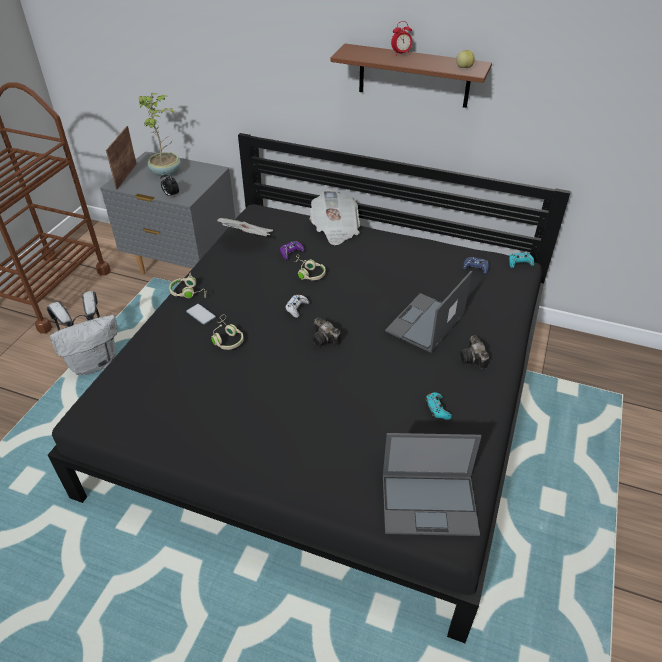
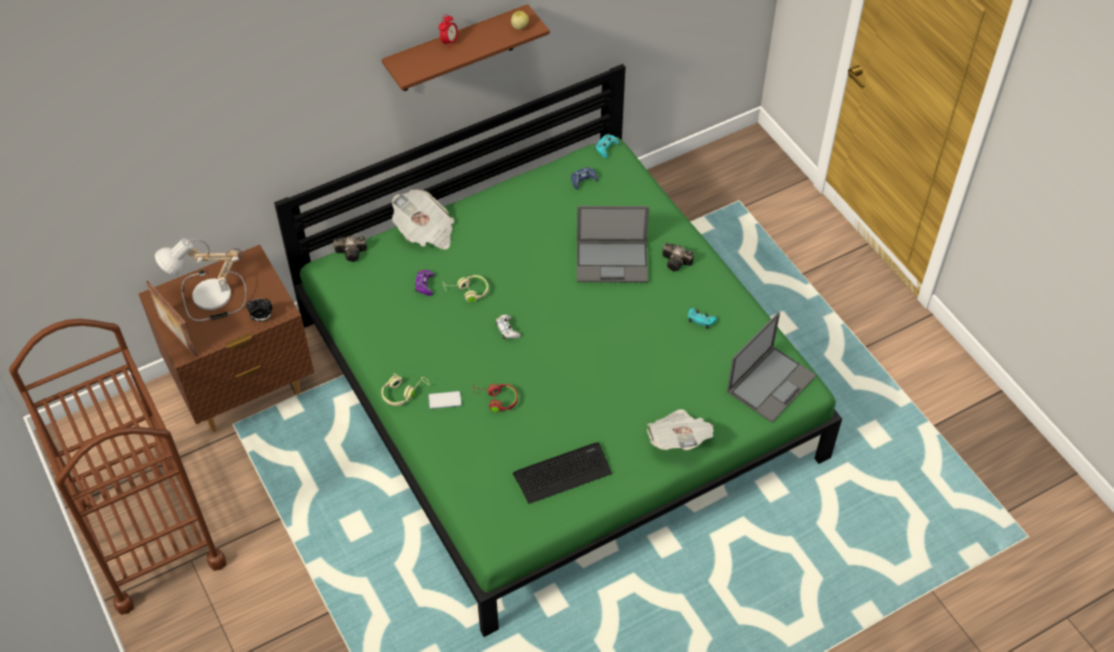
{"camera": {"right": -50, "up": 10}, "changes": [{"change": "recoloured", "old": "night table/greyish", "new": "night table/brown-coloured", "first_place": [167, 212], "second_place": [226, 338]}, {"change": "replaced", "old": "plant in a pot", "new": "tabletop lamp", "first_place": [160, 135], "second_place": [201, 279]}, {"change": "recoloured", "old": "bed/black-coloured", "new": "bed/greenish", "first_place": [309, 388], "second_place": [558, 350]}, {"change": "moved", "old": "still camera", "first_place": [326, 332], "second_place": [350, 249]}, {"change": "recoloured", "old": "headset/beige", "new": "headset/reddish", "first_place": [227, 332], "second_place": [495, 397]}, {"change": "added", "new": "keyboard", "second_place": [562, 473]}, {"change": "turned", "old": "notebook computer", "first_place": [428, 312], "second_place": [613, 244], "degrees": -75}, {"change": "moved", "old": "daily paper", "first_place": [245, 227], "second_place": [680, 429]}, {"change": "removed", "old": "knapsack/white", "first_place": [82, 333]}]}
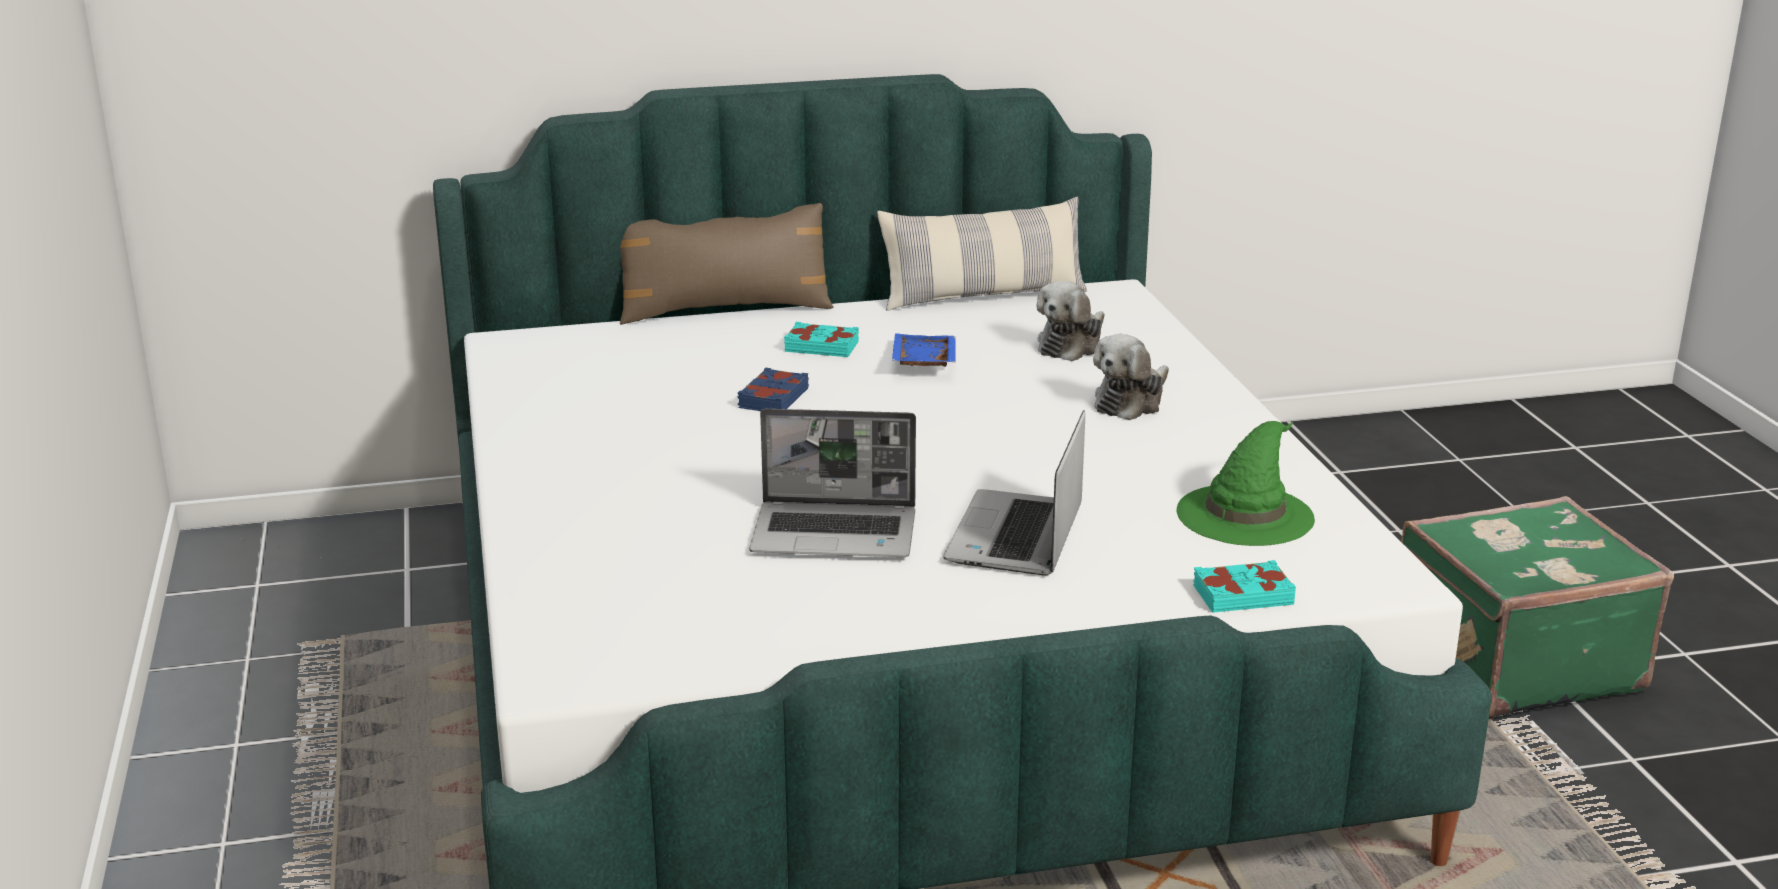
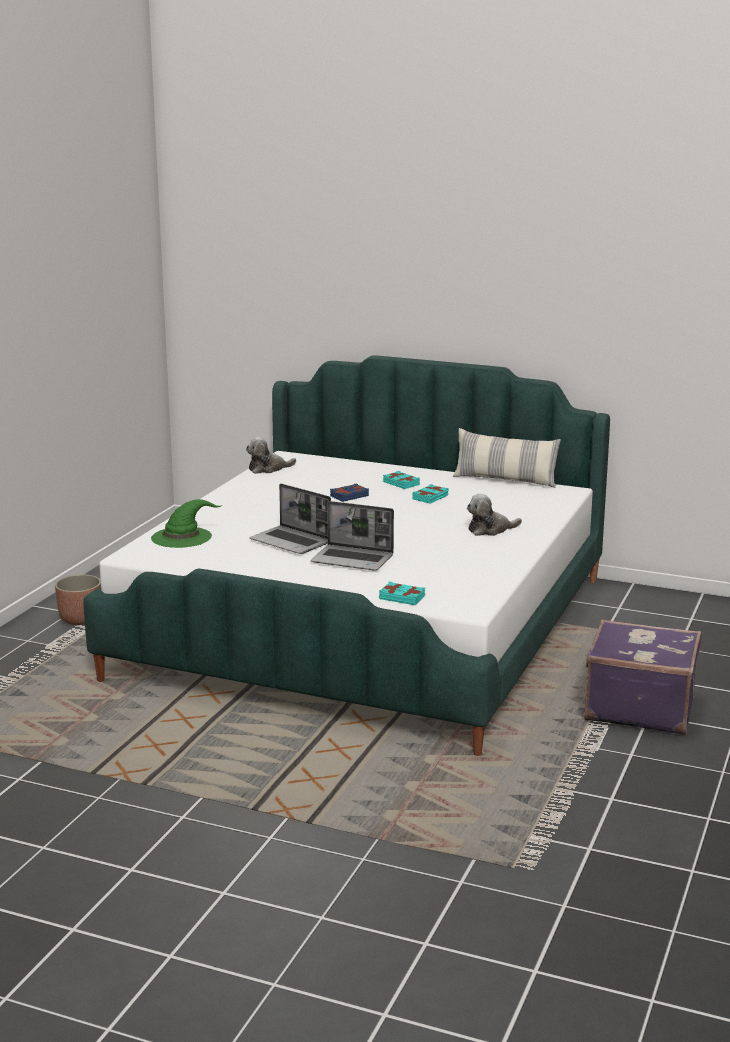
{"camera": {"right": 35, "up": -5}, "changes": [{"change": "added", "new": "flower pot", "second_place": [78, 599]}, {"change": "moved", "old": "hat/greenish", "first_place": [1246, 483], "second_place": [187, 523]}, {"change": "moved", "old": "cuddly toy", "first_place": [1071, 321], "second_place": [271, 455]}, {"change": "turned", "old": "notebook computer", "first_place": [1014, 493], "second_place": [352, 536], "degrees": -120}, {"change": "replaced", "old": "carrying tray/blue", "new": "book/turquoise-coloured", "first_place": [924, 350], "second_place": [430, 494]}, {"change": "recoloured", "old": "travel case/greenish", "new": "travel case/purplish", "first_place": [1537, 607], "second_place": [642, 676]}, {"change": "removed", "old": "throw pillow/brown-coloured", "first_place": [726, 264]}]}
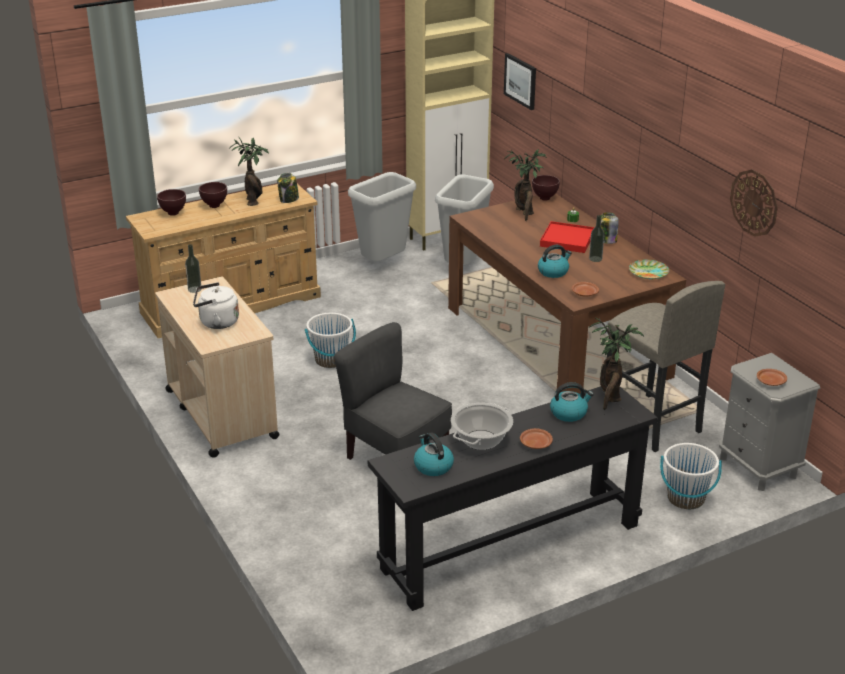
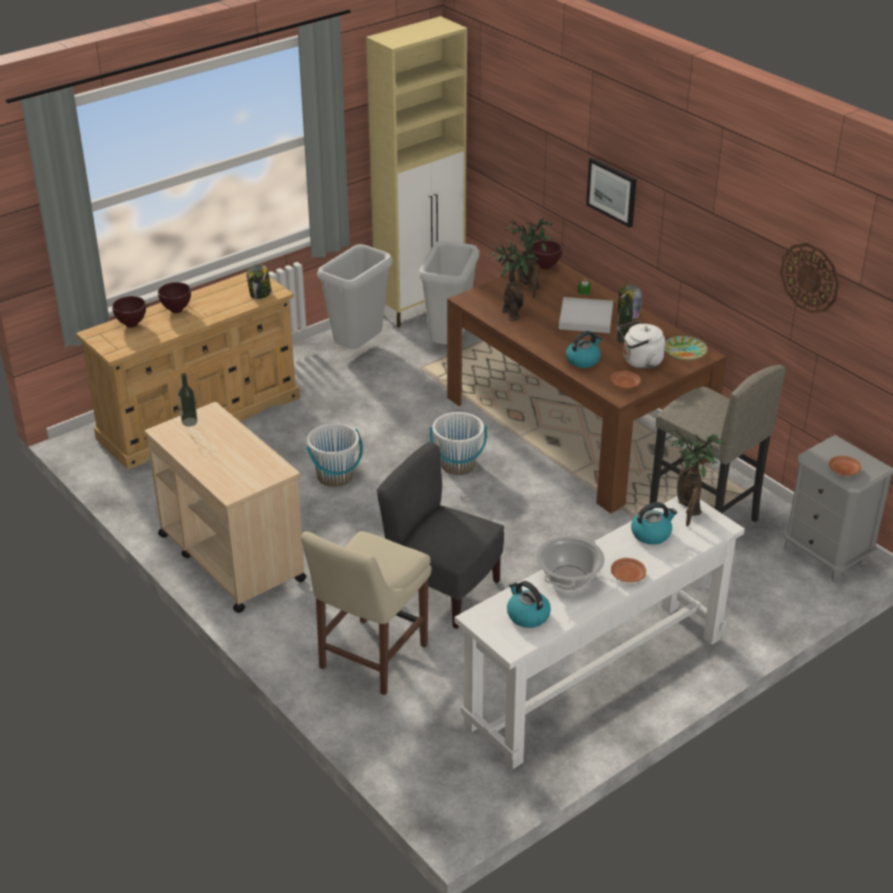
{"camera": {"right": -10, "up": 5}, "changes": [{"change": "added", "new": "upright chair/beige", "second_place": [366, 613]}, {"change": "moved", "old": "bucket/white", "first_place": [691, 476], "second_place": [458, 443]}, {"change": "recoloured", "old": "hall table/black-coloured", "new": "hall table/white", "first_place": [512, 498], "second_place": [600, 632]}, {"change": "moved", "old": "plant in a pot", "first_place": [249, 171], "second_place": [514, 281]}, {"change": "recoloured", "old": "carrying tray/reddish", "new": "carrying tray/white", "first_place": [567, 237], "second_place": [586, 315]}, {"change": "moved", "old": "wall picture", "first_place": [520, 81], "second_place": [611, 192]}, {"change": "moved", "old": "kettle/white", "first_place": [216, 305], "second_place": [641, 344]}]}
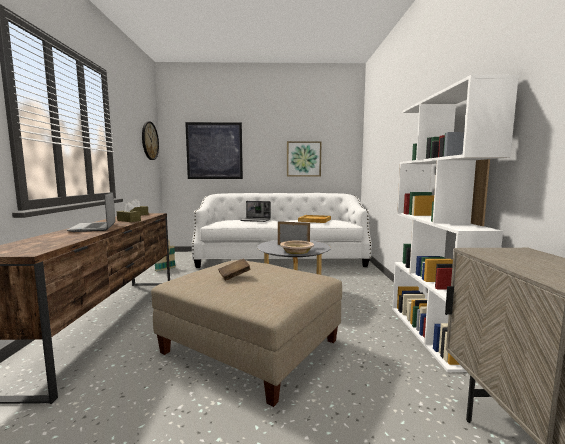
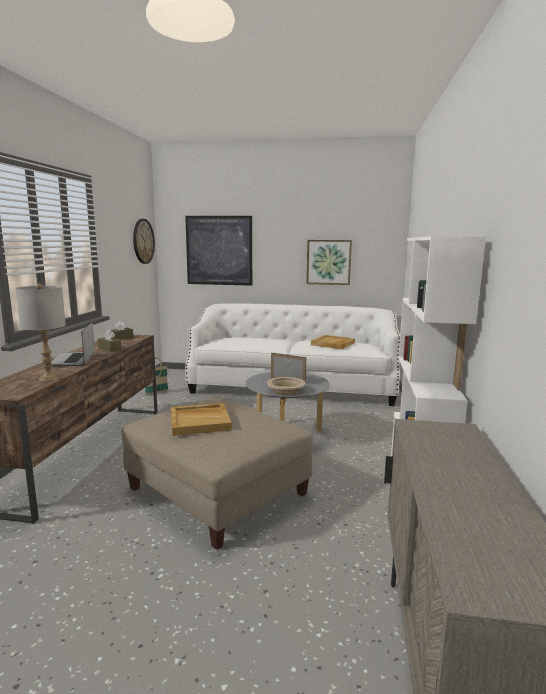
{"camera": {"right": 10, "up": 5}, "changes": [{"change": "added", "new": "tabletop lamp/greyish", "second_place": [40, 333]}, {"change": "replaced", "old": "book/brown-coloured", "new": "carrying tray/beige", "first_place": [234, 270], "second_place": [201, 419]}, {"change": "removed", "old": "notebook computer", "first_place": [255, 211]}]}
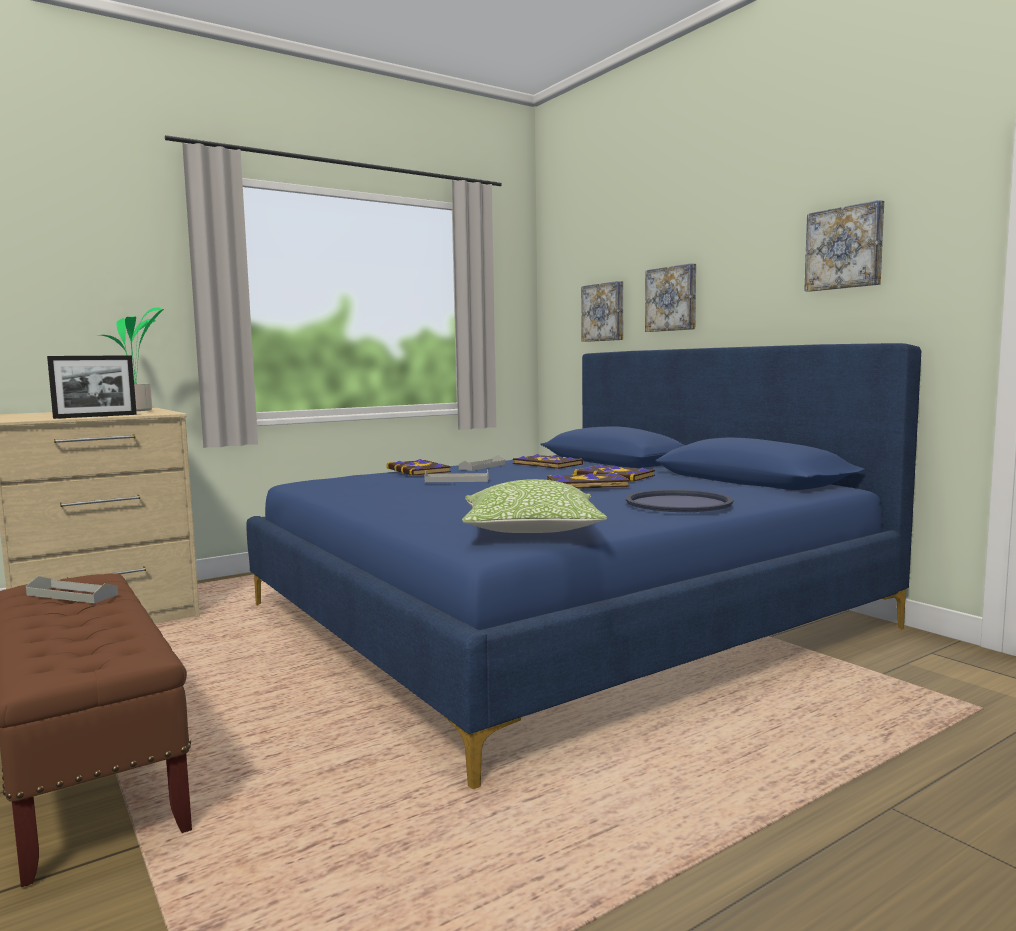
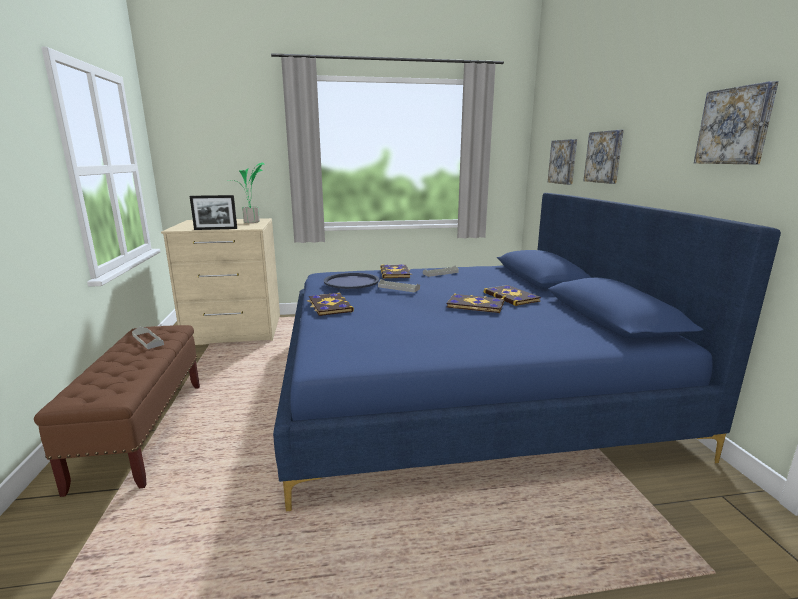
{"camera": {"right": 25, "up": 10}, "changes": [{"change": "moved", "old": "book", "first_place": [548, 461], "second_place": [330, 304]}, {"change": "moved", "old": "carrying tray/blue", "first_place": [680, 501], "second_place": [351, 281]}, {"change": "removed", "old": "throw pillow", "first_place": [534, 506]}]}
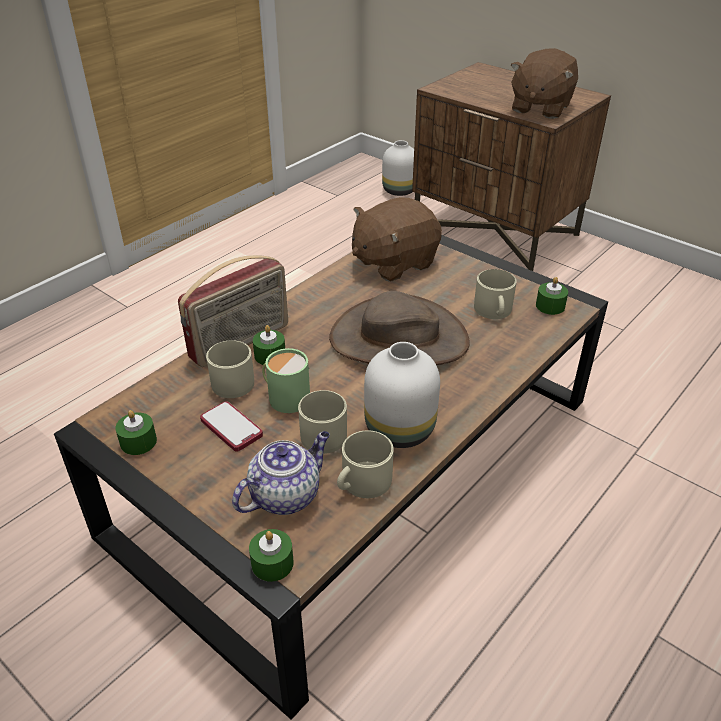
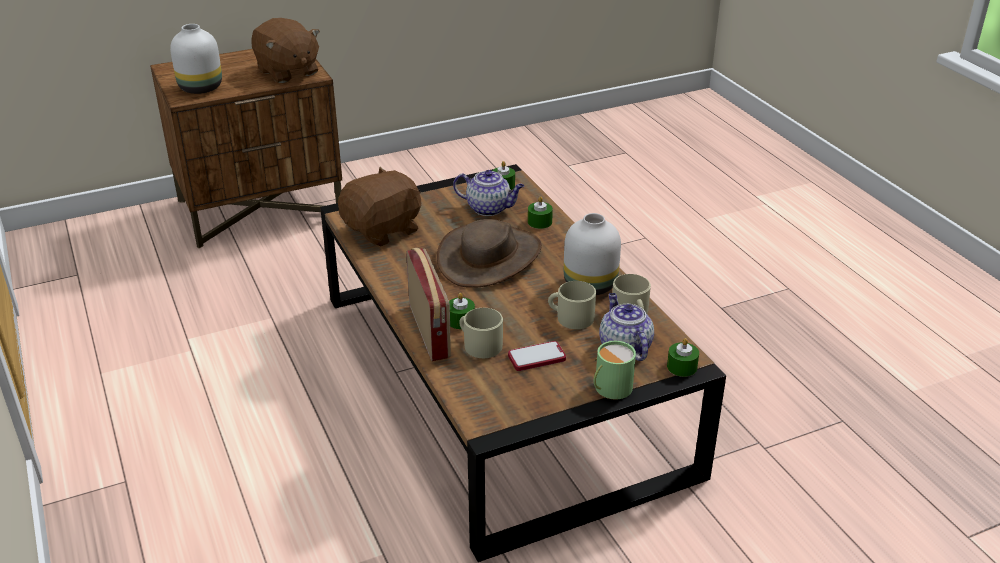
{"camera": {"right": -65, "up": -5}, "changes": [{"change": "moved", "old": "vase/white", "first_place": [398, 168], "second_place": [196, 59]}, {"change": "turned", "old": "cuddly toy/brown-coloured", "first_place": [397, 239], "second_place": [379, 206], "degrees": -120}, {"change": "replaced", "old": "tea mug/beige", "new": "tea pot", "first_place": [495, 294], "second_place": [488, 193]}, {"change": "moved", "old": "candle/greenish", "first_place": [136, 432], "second_place": [540, 212]}, {"change": "moved", "old": "tea mug/greenish", "first_place": [286, 380], "second_place": [615, 370]}]}
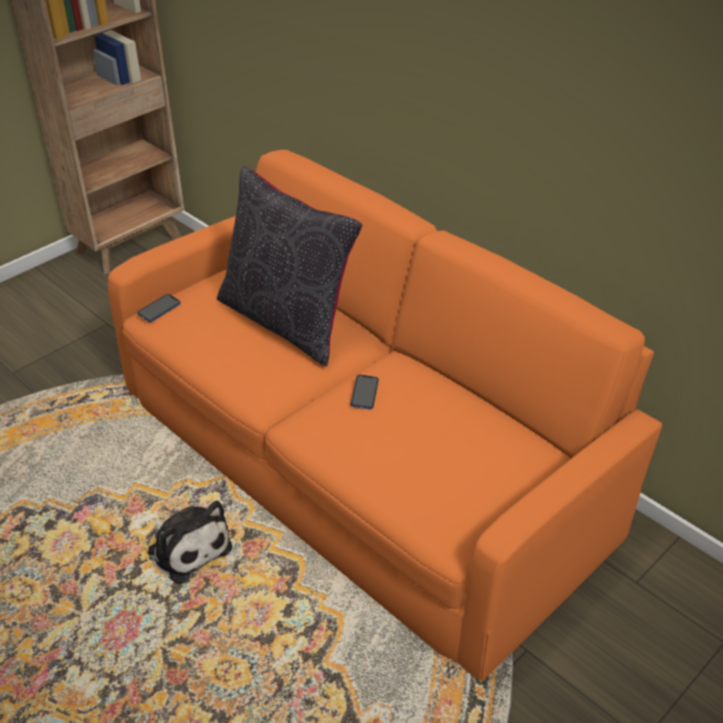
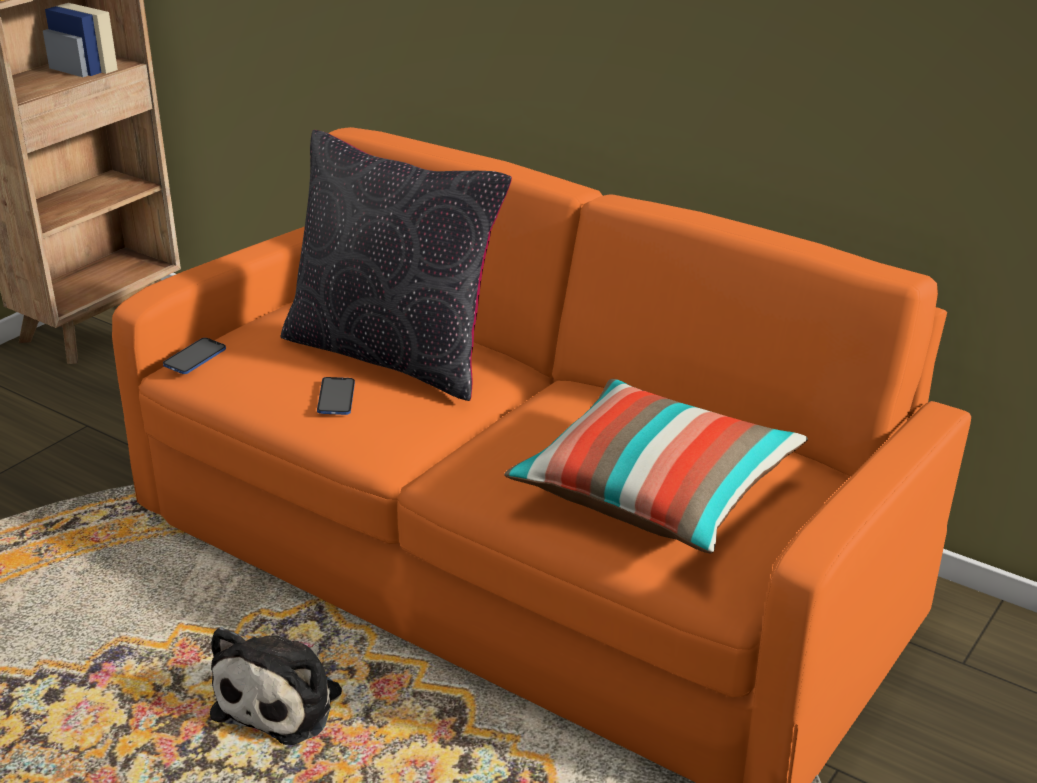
{"camera": {"right": -10, "up": -10}, "changes": [{"change": "turned", "old": "cuddly toy", "first_place": [190, 542], "second_place": [276, 686], "degrees": 75}, {"change": "moved", "old": "telephone", "first_place": [365, 392], "second_place": [336, 396]}, {"change": "added", "new": "throw pillow", "second_place": [656, 466]}]}
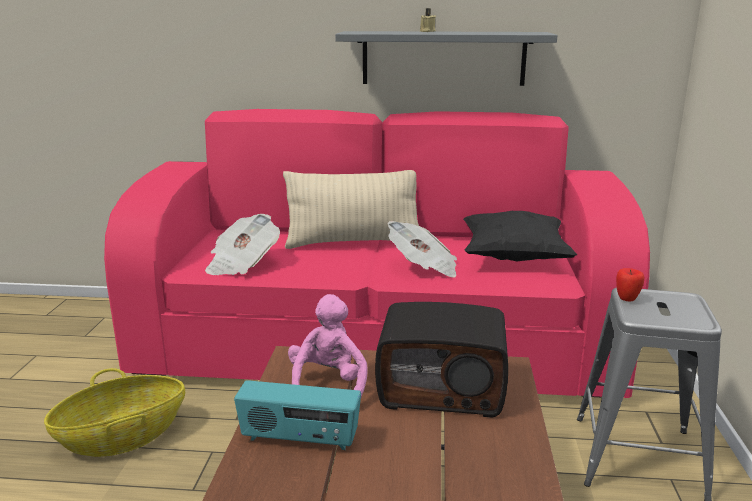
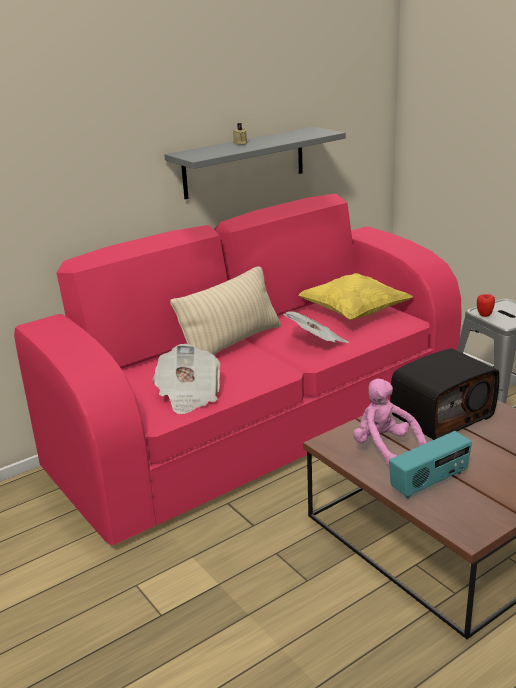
{"camera": {"right": -40, "up": 5}, "changes": [{"change": "recoloured", "old": "throw pillow/black-coloured", "new": "throw pillow/yellowish", "first_place": [520, 236], "second_place": [356, 297]}, {"change": "removed", "old": "basket", "first_place": [114, 412]}]}
